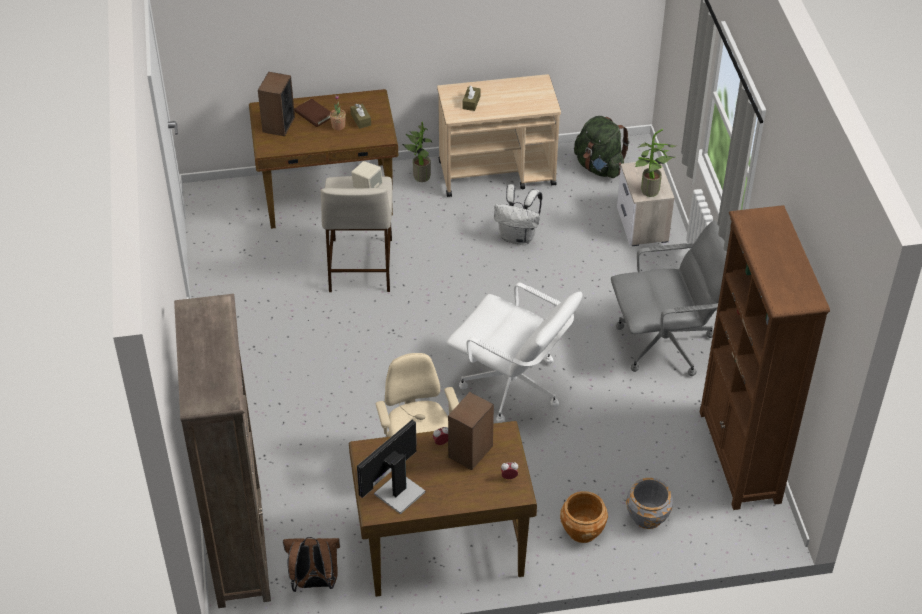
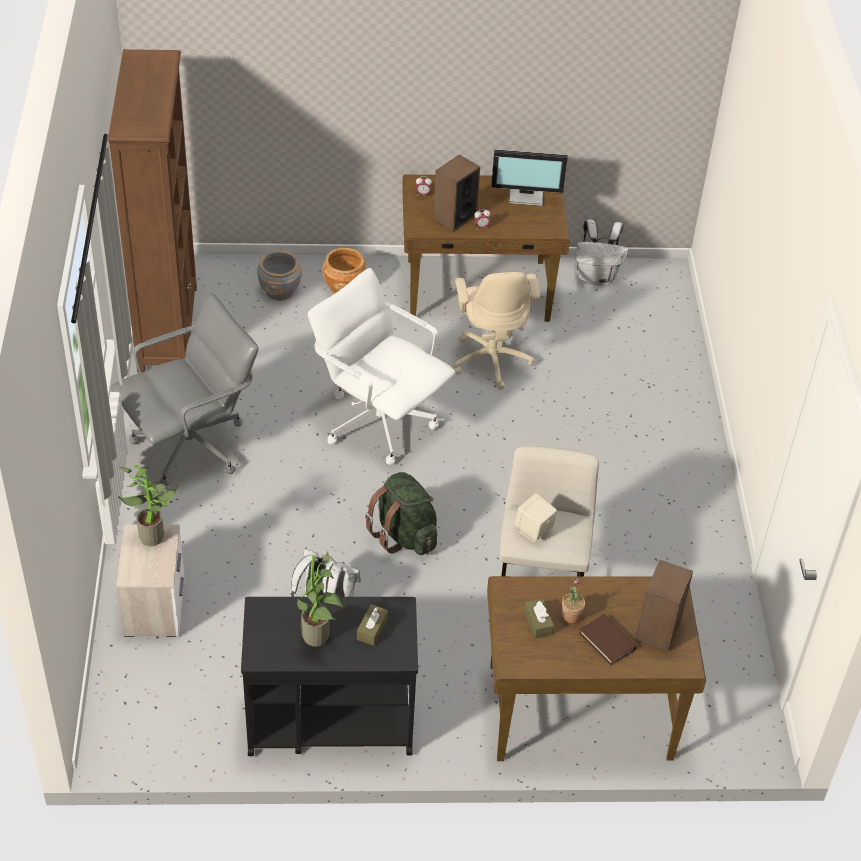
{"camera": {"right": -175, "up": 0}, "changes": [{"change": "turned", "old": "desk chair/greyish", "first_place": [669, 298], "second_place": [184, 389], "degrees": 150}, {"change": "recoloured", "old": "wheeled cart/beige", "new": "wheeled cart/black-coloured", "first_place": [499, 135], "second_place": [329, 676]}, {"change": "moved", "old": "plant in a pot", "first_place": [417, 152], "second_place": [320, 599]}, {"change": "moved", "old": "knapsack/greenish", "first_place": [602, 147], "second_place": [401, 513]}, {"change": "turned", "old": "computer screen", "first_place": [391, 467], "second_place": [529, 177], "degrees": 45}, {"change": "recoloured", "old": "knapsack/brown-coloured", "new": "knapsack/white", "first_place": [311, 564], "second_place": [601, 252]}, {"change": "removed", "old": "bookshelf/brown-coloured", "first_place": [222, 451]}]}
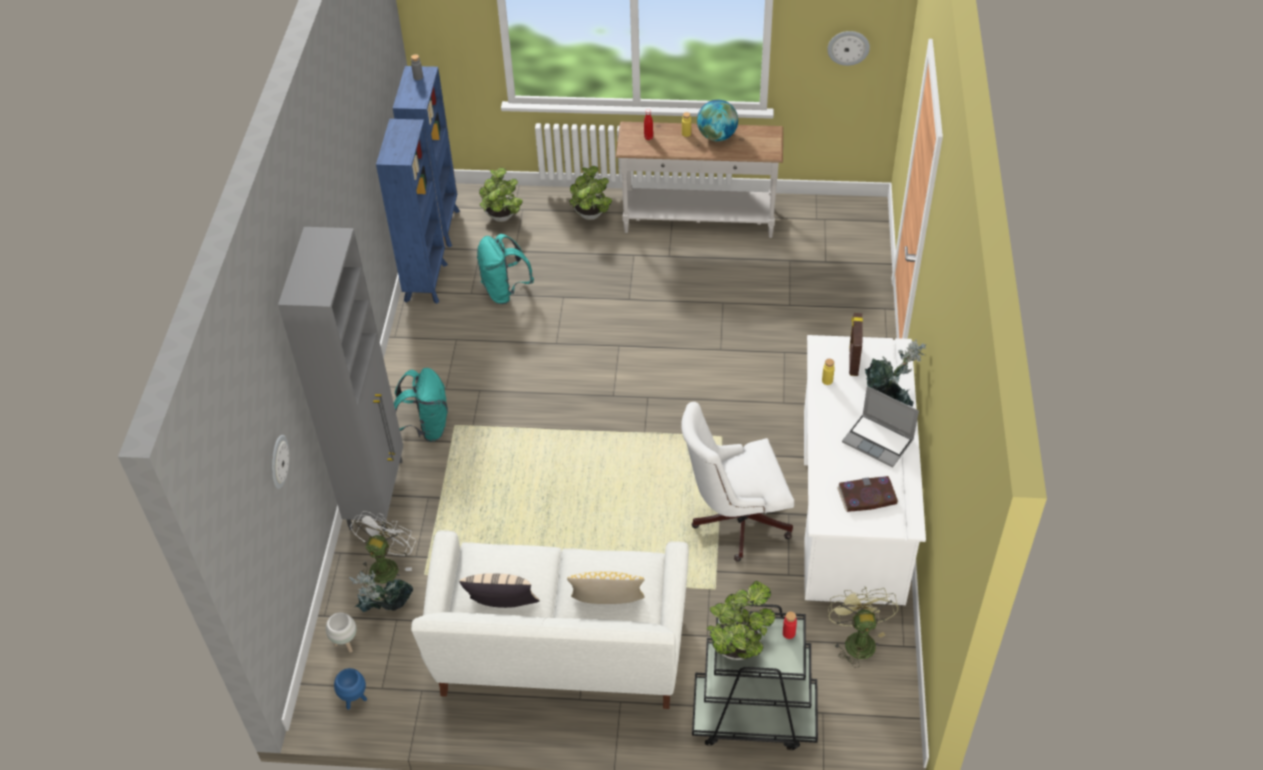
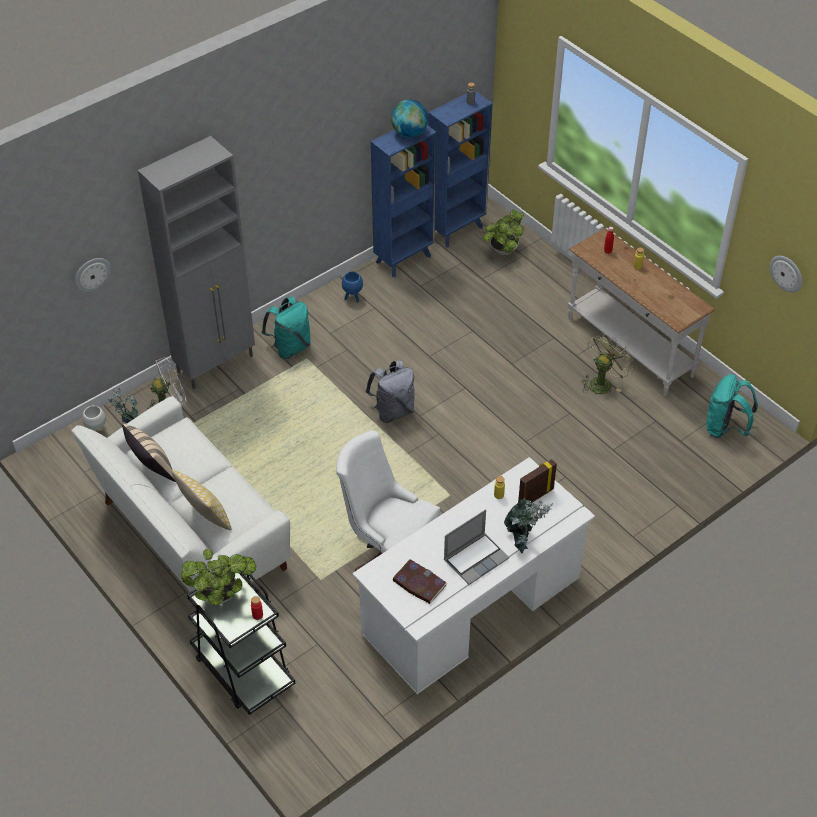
{"camera": {"right": 45, "up": 0}, "changes": [{"change": "moved", "old": "flower pot/blue", "first_place": [350, 689], "second_place": [352, 287]}, {"change": "added", "new": "knapsack/greyish", "second_place": [390, 392]}, {"change": "moved", "old": "world globe", "first_place": [717, 120], "second_place": [409, 118]}, {"change": "turned", "old": "notebook computer", "first_place": [880, 426], "second_place": [476, 547], "degrees": -120}, {"change": "moved", "old": "fan/greenish", "first_place": [863, 627], "second_place": [607, 363]}, {"change": "moved", "old": "knapsack/turquoise-coloured", "first_place": [505, 269], "second_place": [732, 406]}, {"change": "removed", "old": "plant in a pot", "first_place": [590, 193]}]}
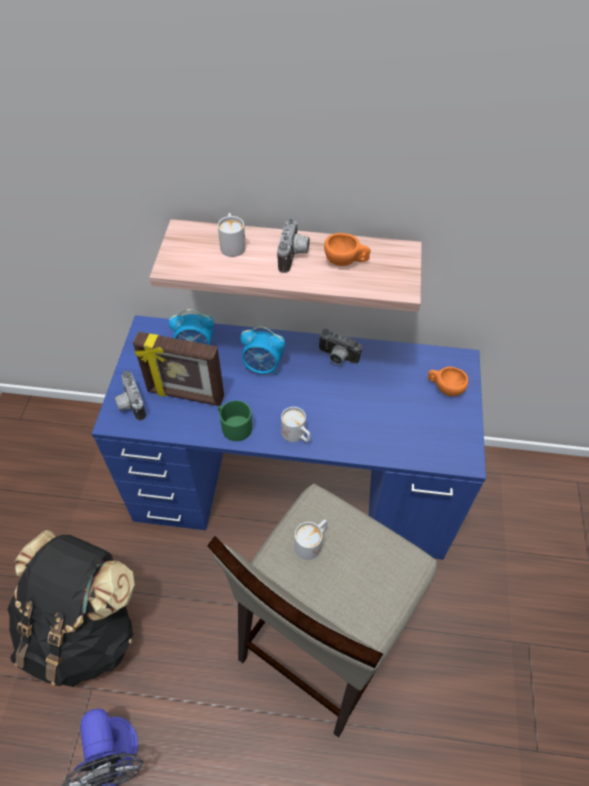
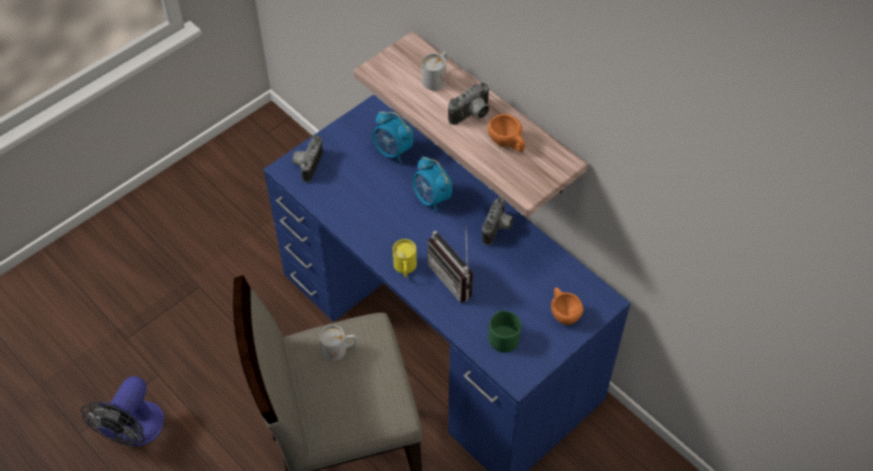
{"camera": {"right": 40, "up": 0}, "changes": [{"change": "recoloured", "old": "tea mug/white", "new": "tea mug/yellowish", "first_place": [295, 424], "second_place": [405, 258]}, {"change": "added", "new": "radio set", "second_place": [450, 264]}, {"change": "turned", "old": "still camera", "first_place": [340, 346], "second_place": [498, 221], "degrees": -135}, {"change": "moved", "old": "tea mug/greenish", "first_place": [235, 420], "second_place": [504, 331]}, {"change": "removed", "old": "knapsack/black-coloured", "first_place": [71, 608]}, {"change": "removed", "old": "picture frame", "first_place": [178, 369]}]}
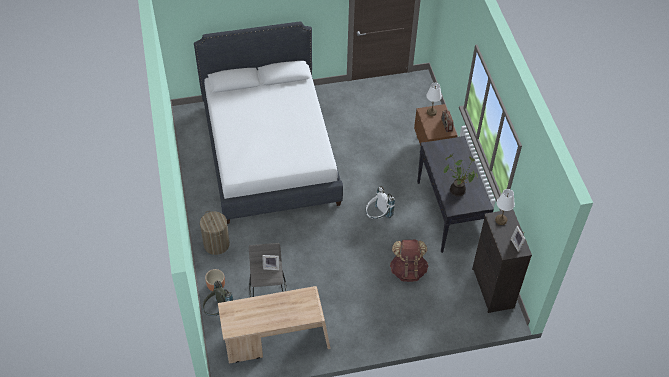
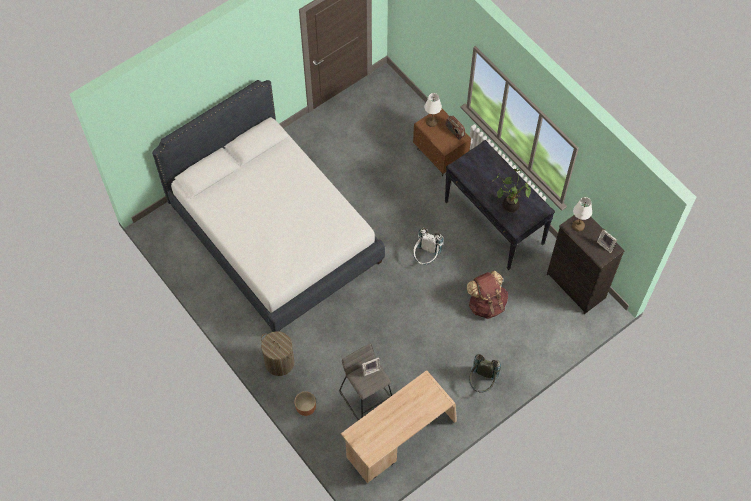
{"camera": {"right": -25, "up": 10}, "changes": [{"change": "moved", "old": "knapsack/greyish", "first_place": [218, 298], "second_place": [485, 373]}]}
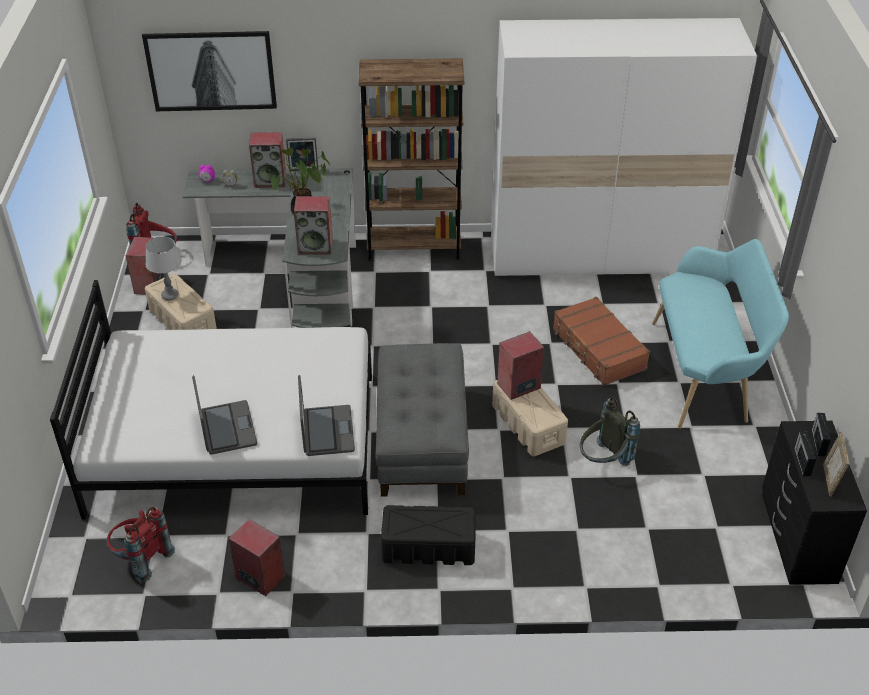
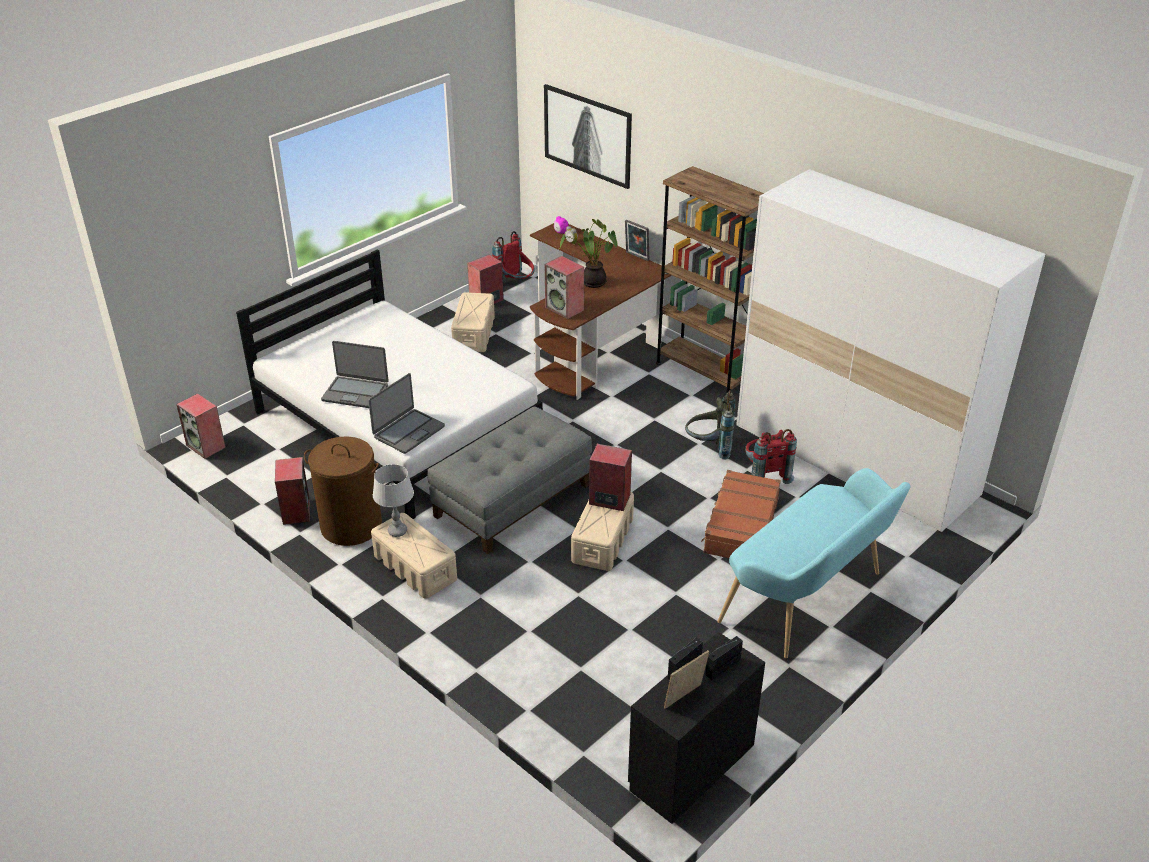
{"camera": {"right": 45, "up": -5}, "changes": [{"change": "moved", "old": "audio speaker", "first_place": [267, 160], "second_place": [201, 426]}, {"change": "added", "new": "hamper/brown-coloured", "second_place": [343, 491]}, {"change": "turned", "old": "notebook computer", "first_place": [224, 415], "second_place": [355, 374], "degrees": 75}, {"change": "recoloured", "old": "storage box/black-coloured", "new": "storage box/beige", "first_place": [428, 535], "second_place": [414, 556]}, {"change": "moved", "old": "tabletop lamp/greyish", "first_place": [163, 268], "second_place": [393, 500]}, {"change": "recoloured", "old": "desk unit/greyish", "new": "desk unit/brown-coloured", "first_place": [269, 248], "second_place": [601, 311]}, {"change": "moved", "old": "knapsack/greyish", "first_place": [610, 431], "second_place": [710, 425]}, {"change": "moved", "old": "knapsack/reddish", "first_place": [141, 544], "second_place": [771, 456]}]}
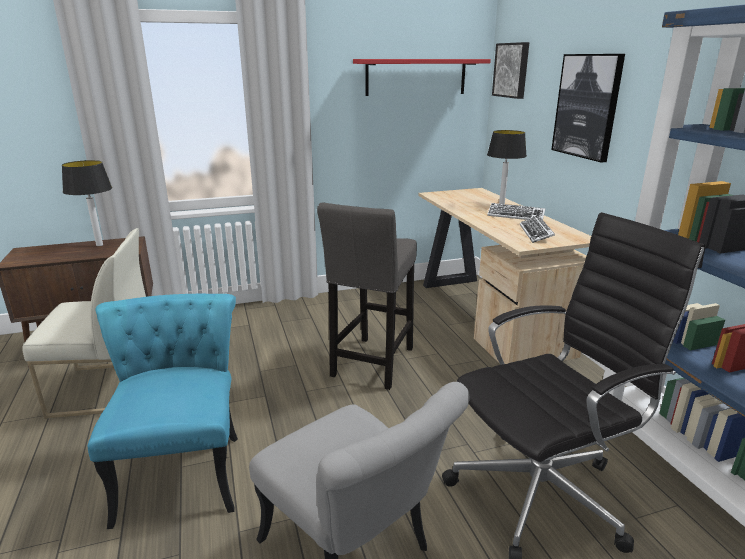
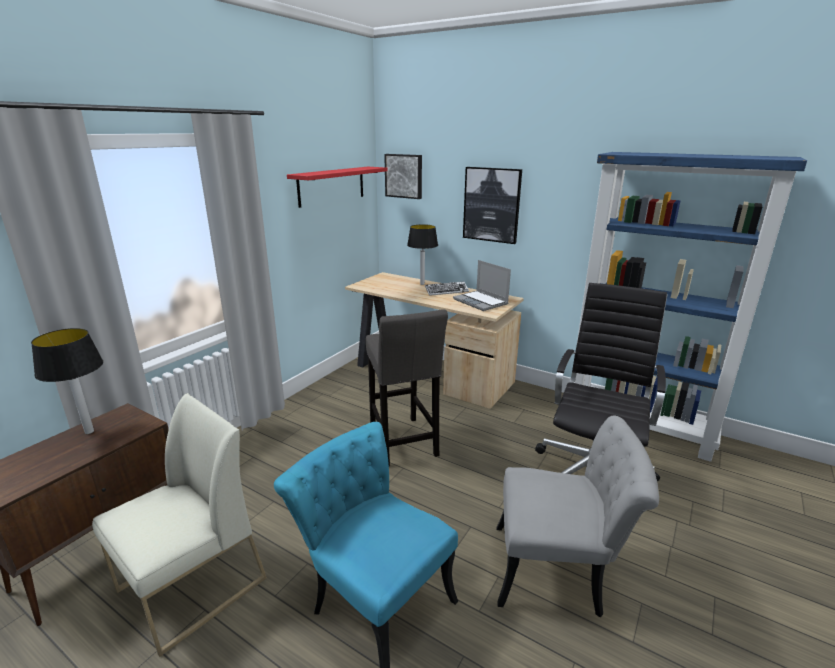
{"camera": {"right": -40, "up": 0}, "changes": [{"change": "replaced", "old": "keyboard", "new": "notebook computer", "first_place": [537, 229], "second_place": [482, 285]}]}
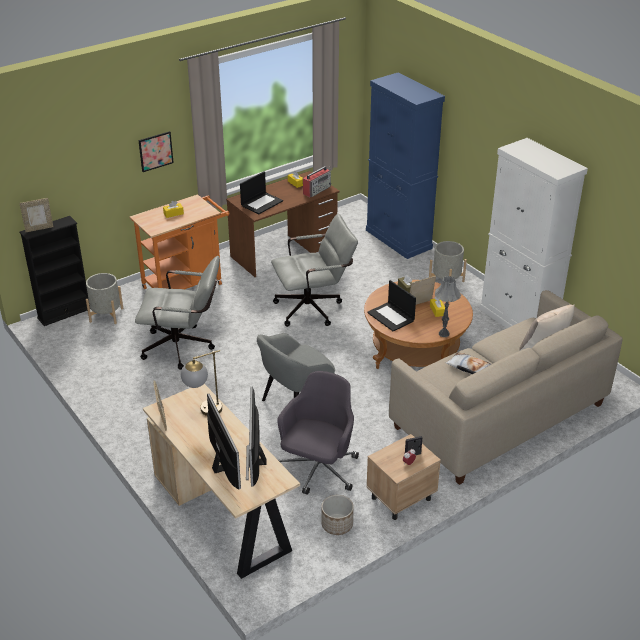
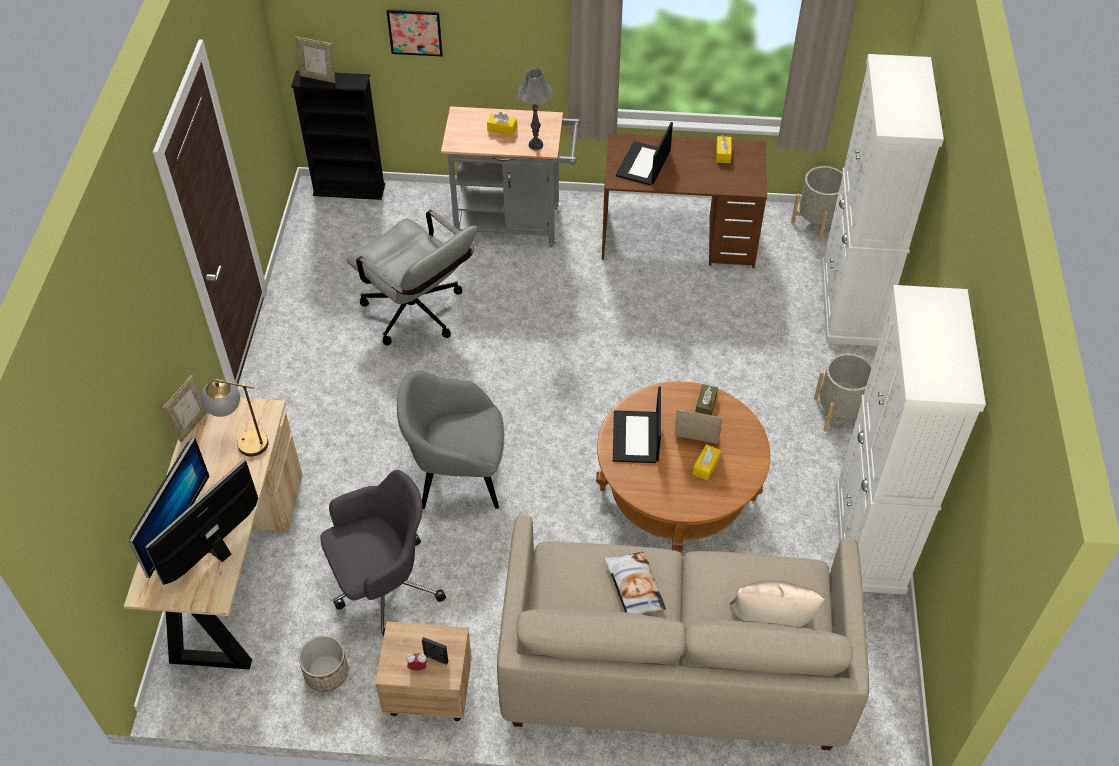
{"camera": {"right": 40, "up": 15}, "changes": [{"change": "moved", "old": "wall picture", "first_place": [156, 151], "second_place": [414, 32]}, {"change": "recoloured", "old": "wheeled cart/orangey", "new": "wheeled cart/greyish", "first_place": [179, 241], "second_place": [511, 176]}, {"change": "moved", "old": "tabletop lamp/greyish", "first_place": [448, 306], "second_place": [535, 109]}, {"change": "turned", "old": "notebook computer", "first_place": [261, 192], "second_place": [644, 153], "degrees": 120}, {"change": "moved", "old": "flower pot/greyish", "first_place": [104, 298], "second_place": [817, 204]}, {"change": "recoloured", "old": "storage cabinet/blue", "new": "storage cabinet/white", "first_place": [405, 165], "second_place": [882, 200]}, {"change": "removed", "old": "desk chair/greyish", "first_place": [314, 270]}, {"change": "removed", "old": "radio set", "first_place": [317, 181]}]}
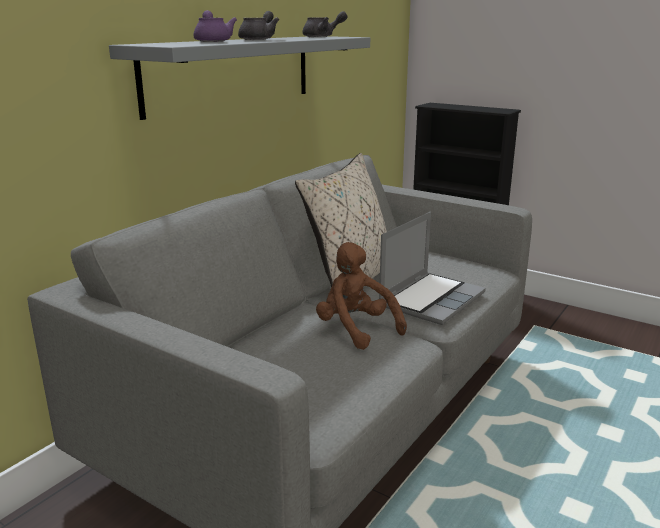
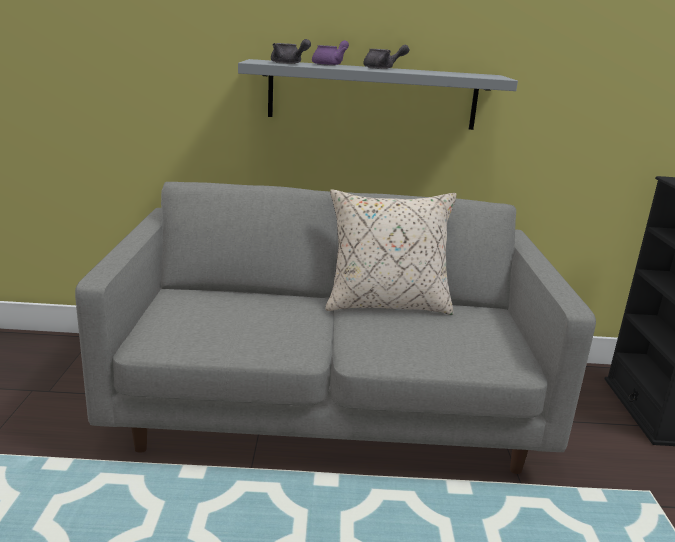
{"camera": {"right": 55, "up": 0}, "changes": [{"change": "moved", "old": "tea pot/greyish", "first_place": [325, 24], "second_place": [291, 51]}, {"change": "removed", "old": "cuddly toy/brown-coloured", "first_place": [361, 296]}, {"change": "removed", "old": "notebook computer", "first_place": [432, 268]}]}
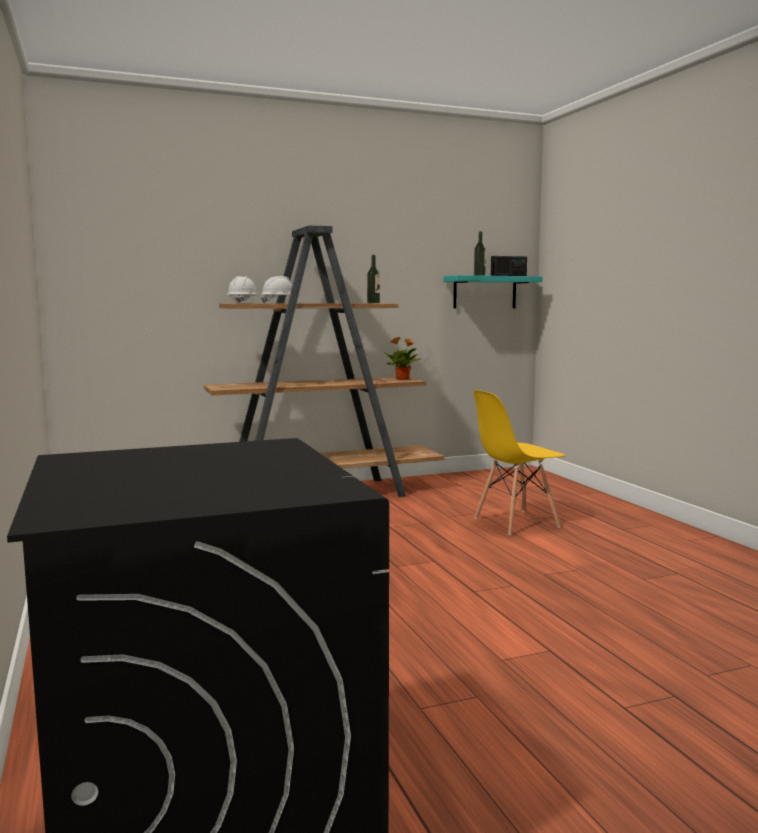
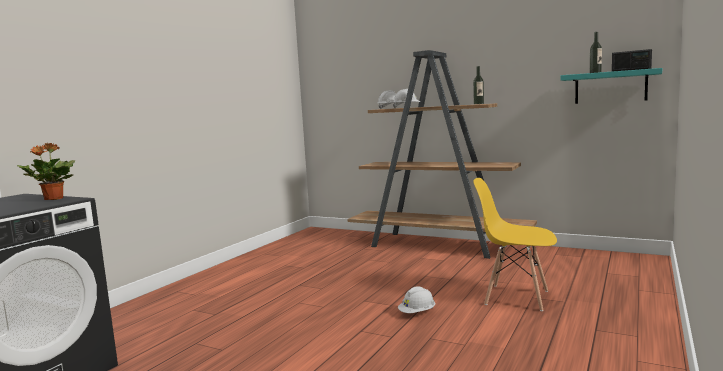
{"camera": {"right": 50, "up": 0}, "changes": [{"change": "moved", "old": "plant in a pot", "first_place": [403, 358], "second_place": [46, 171]}, {"change": "added", "new": "work helmet/white", "second_place": [416, 299]}]}
